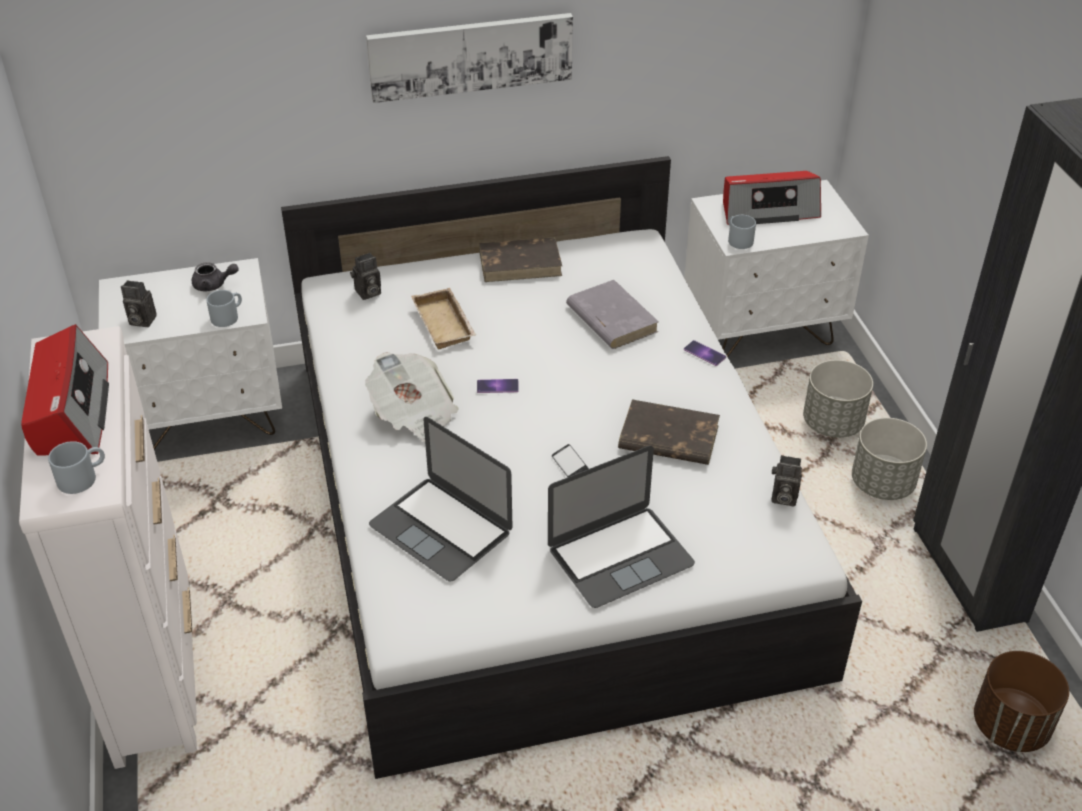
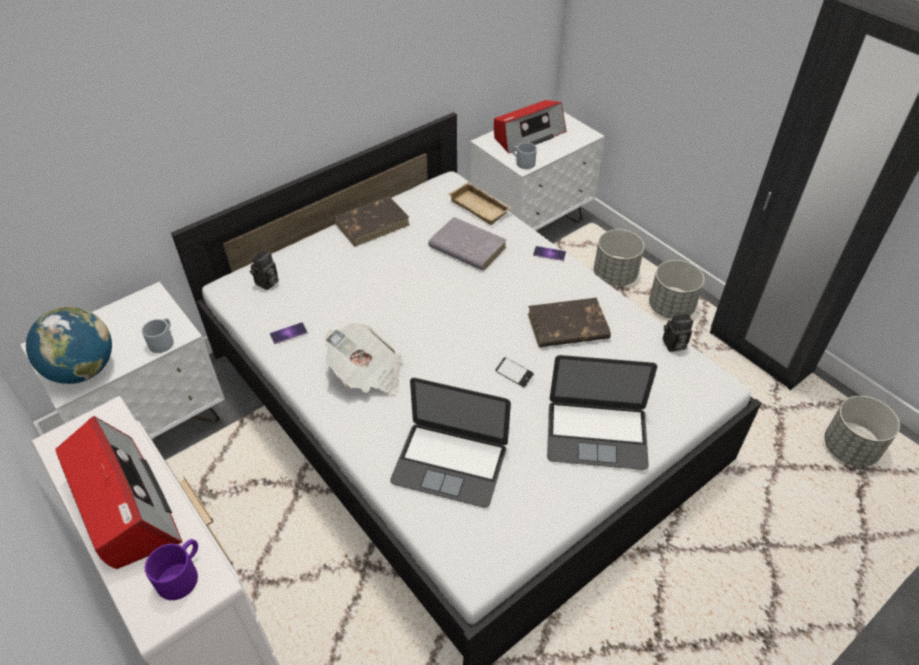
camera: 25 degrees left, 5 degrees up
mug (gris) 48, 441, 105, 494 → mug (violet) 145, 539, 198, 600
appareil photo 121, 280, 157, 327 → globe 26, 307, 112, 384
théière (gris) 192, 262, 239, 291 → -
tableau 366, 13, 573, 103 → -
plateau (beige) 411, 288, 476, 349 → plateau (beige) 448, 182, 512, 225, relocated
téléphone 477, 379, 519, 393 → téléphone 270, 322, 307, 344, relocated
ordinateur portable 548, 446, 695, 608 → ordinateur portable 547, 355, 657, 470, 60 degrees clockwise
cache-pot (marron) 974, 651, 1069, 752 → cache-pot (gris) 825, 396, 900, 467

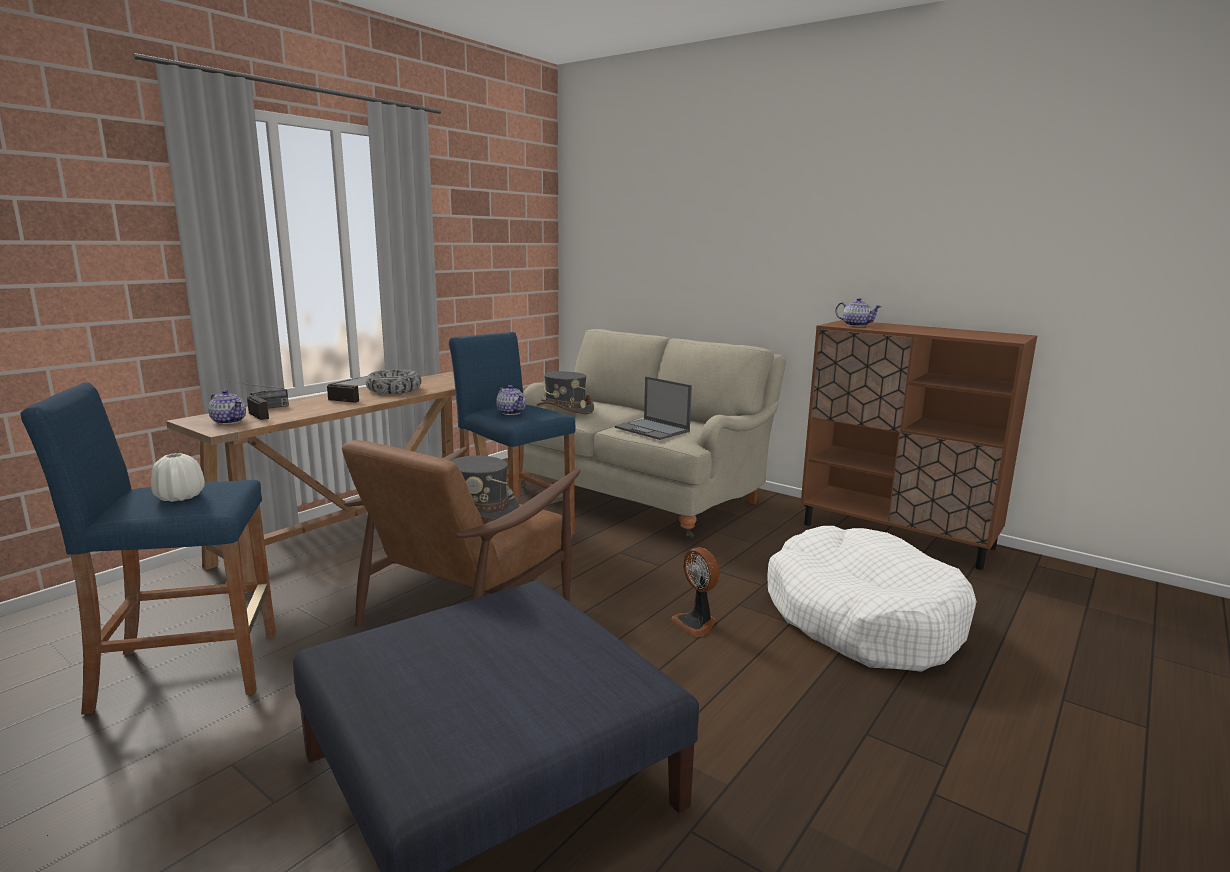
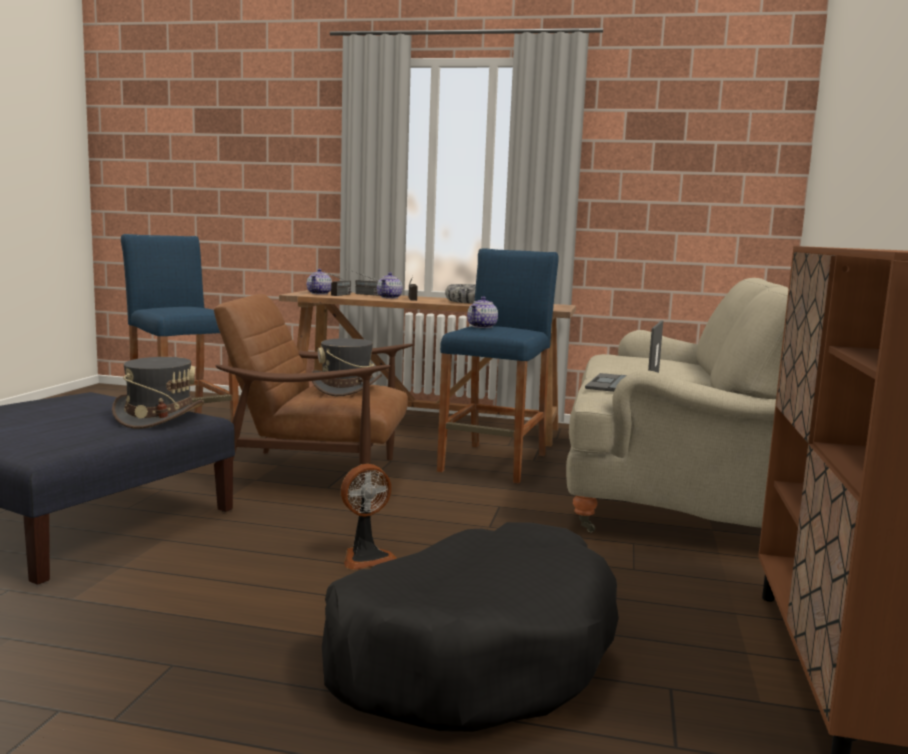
camera: 65 degrees right, 5 degrees down
vase (blanc) 151, 453, 205, 502 → -
chapeau (gris) 537, 371, 594, 414 → chapeau (gris) 112, 357, 204, 429, relocated
ventilateur 670, 548, 720, 637 → ventilateur 341, 464, 397, 570, 150 degrees counterclockwise
panier pour chien (blanc) 767, 526, 977, 672 → panier pour chien (noir) 322, 522, 619, 732
théière 835, 298, 882, 327 → théière 377, 272, 403, 299, relocated

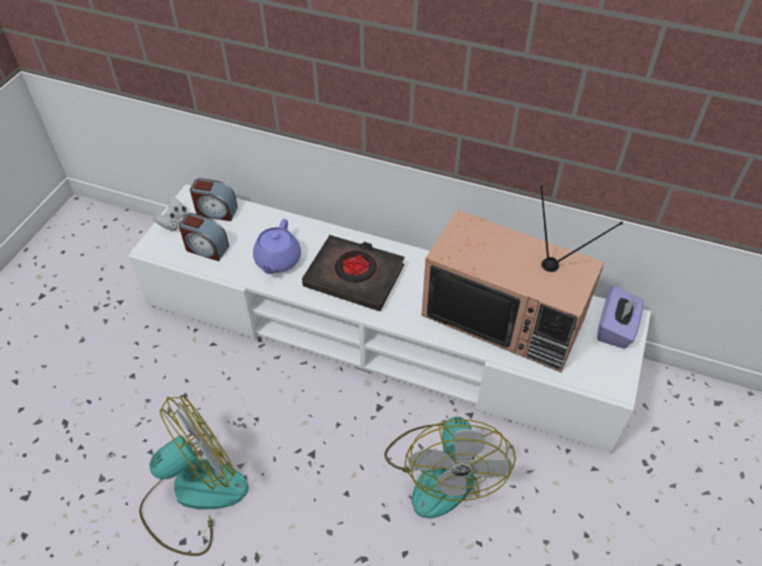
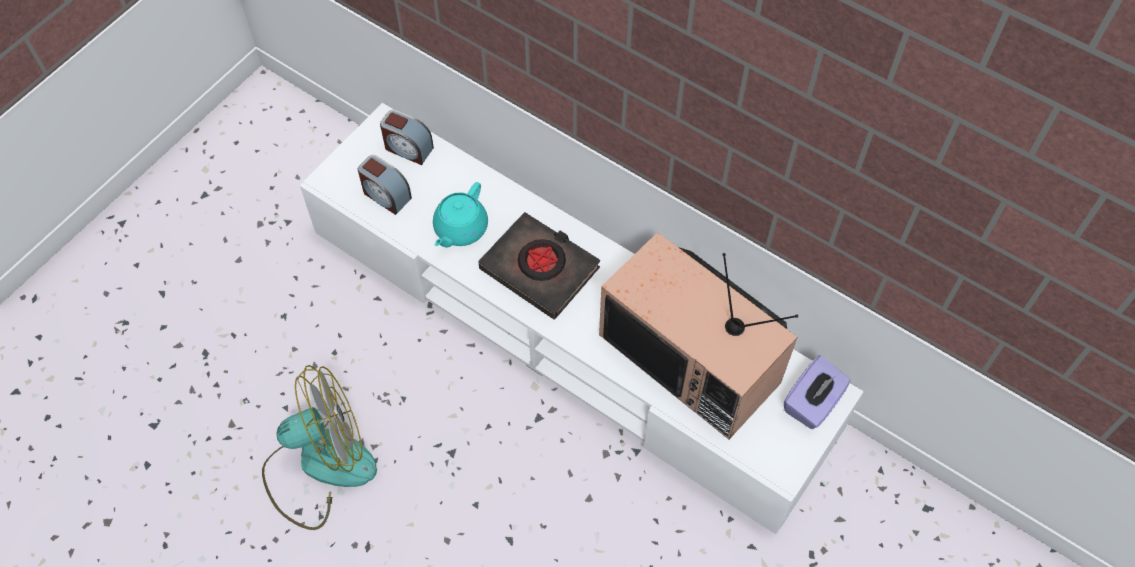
camera: 15 degrees right, 10 degrees up
manette (blanc) 153, 195, 187, 231 → -
théière (violet) 253, 219, 301, 274 → théière (turquoise) 433, 182, 488, 248
ventilateur 384, 417, 516, 519 → -

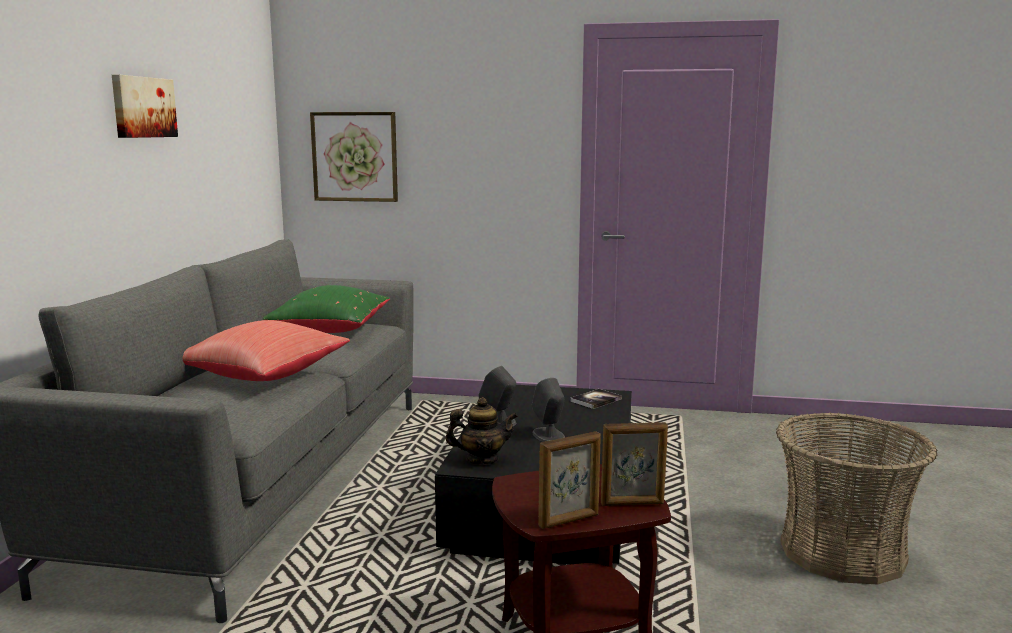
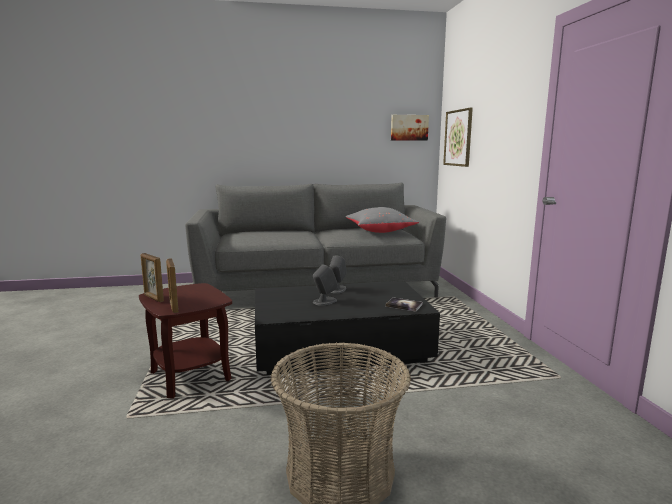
camera: 70 degrees right, 0 degrees up
tableau 112, 75, 178, 138 → tableau 391, 115, 429, 141, relocated
coussin (rouge) 183, 320, 350, 381 → -
coussin (vert) 263, 285, 390, 333 → coussin (gris) 346, 207, 419, 233
théière 446, 397, 518, 465 → -

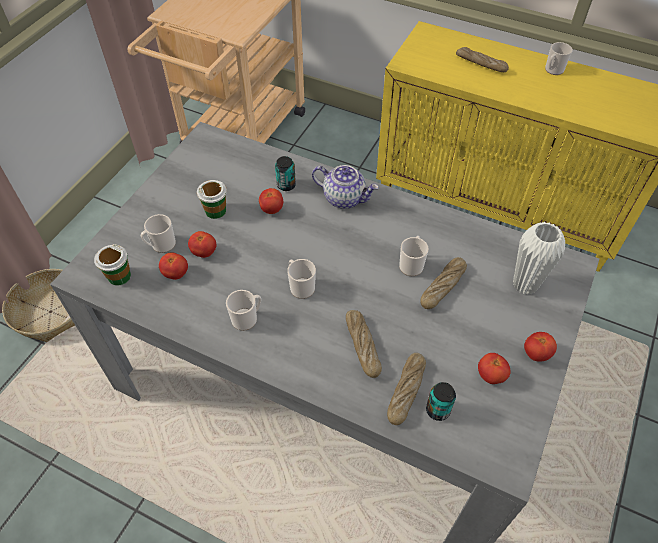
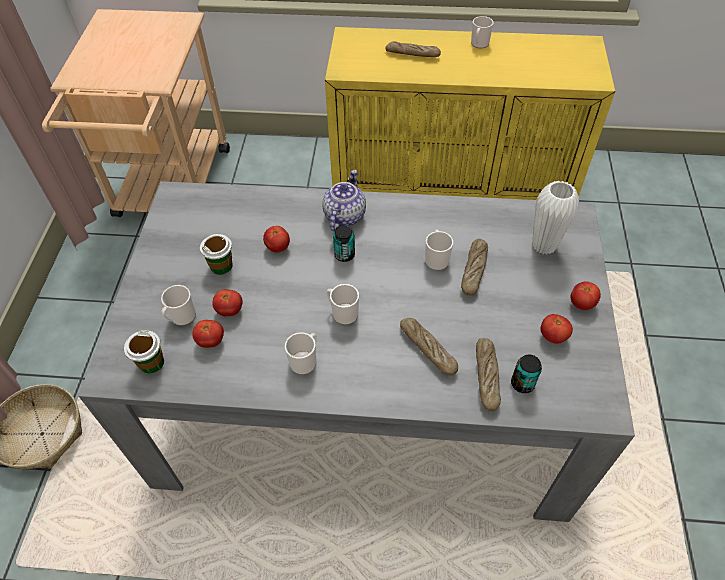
camera: 20 degrees left, 0 degrees up
boîte métallique 275, 156, 296, 191 → boîte métallique 333, 225, 355, 262, relocated
théière 312, 165, 379, 209 → théière 322, 170, 366, 231, 75 degrees counterclockwise

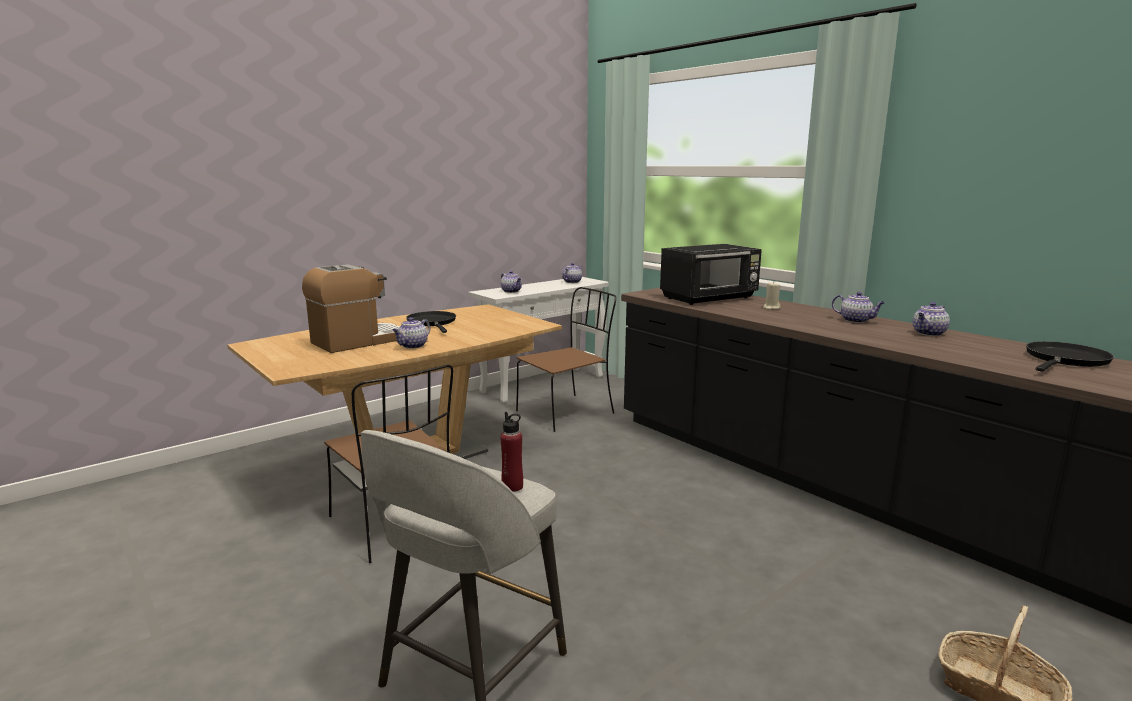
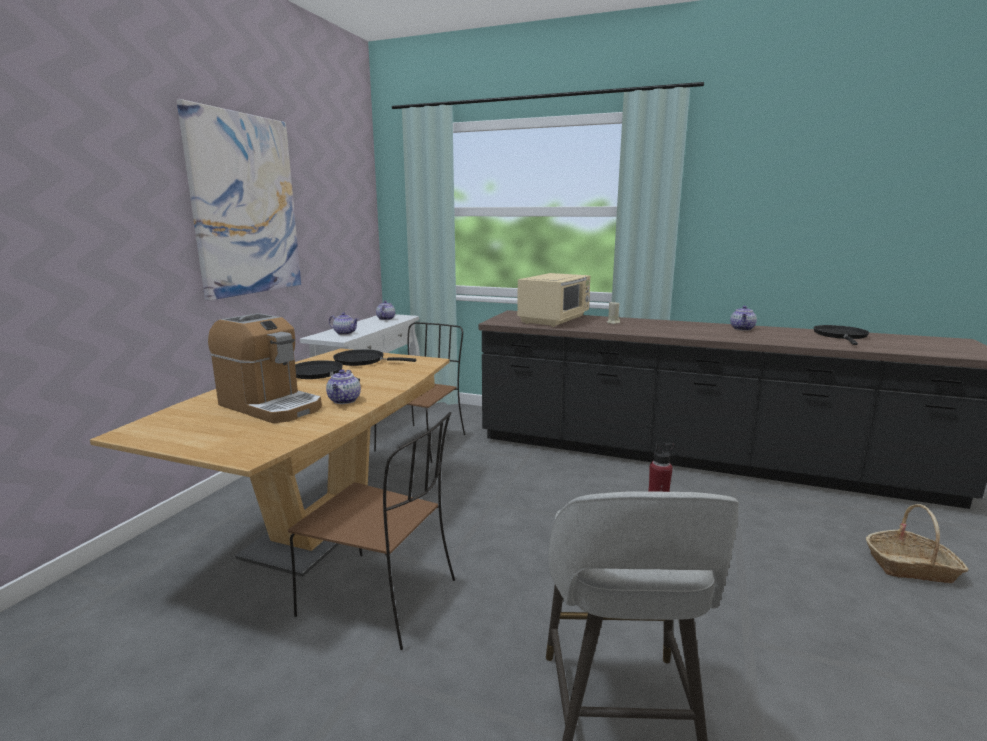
camera: 30 degrees left, 0 degrees up
machine à café 302, 264, 400, 353 → machine à café 208, 313, 322, 423, 105 degrees clockwise
micro-ondes (noir) 660, 244, 762, 305 → micro-ondes (beige) 517, 273, 590, 327
théière 832, 292, 885, 323 → -
- → tableau 177, 99, 301, 300
- → poêle (noir) 333, 349, 417, 366

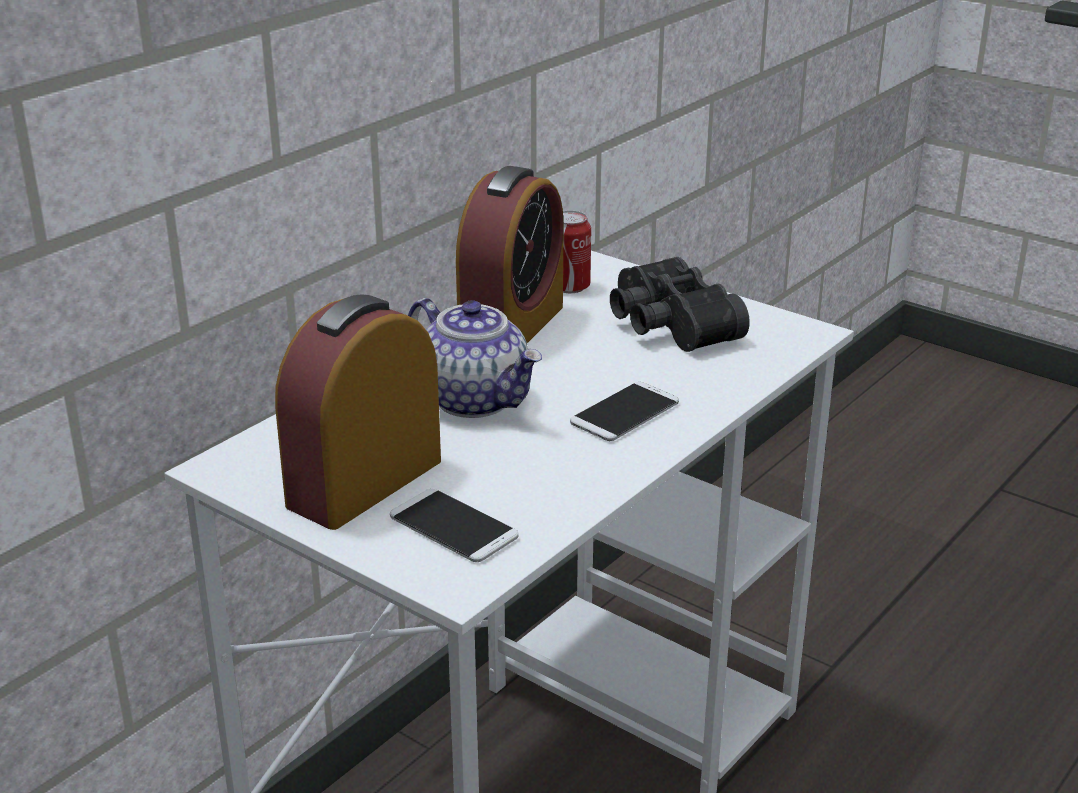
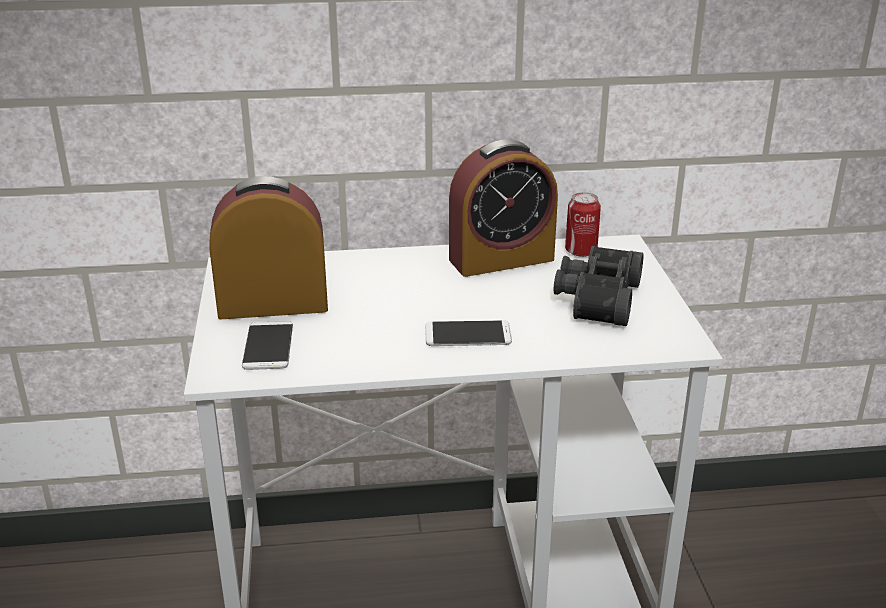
camera: 45 degrees right, 0 degrees up
théière 408, 298, 542, 418 → -

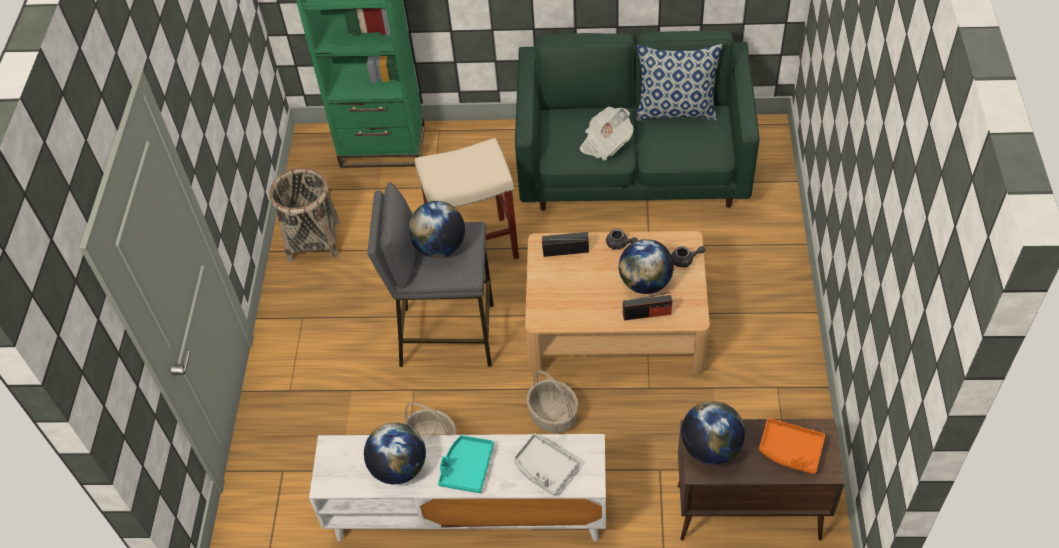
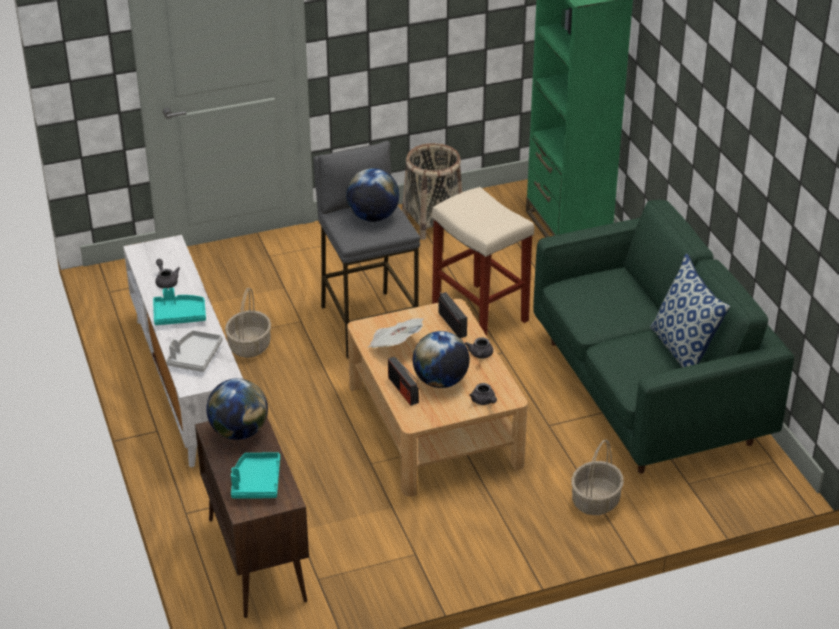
camera: 65 degrees right, 15 degrees down
globe 364, 422, 426, 484 → théière (gris) 155, 259, 180, 288
panier 526, 370, 578, 433 → panier 571, 440, 624, 515, relocated
journal 580, 107, 633, 160 → journal 367, 318, 424, 348, relocated
plateau (orange) 759, 418, 825, 474 → plateau (turquoise) 231, 452, 280, 499

